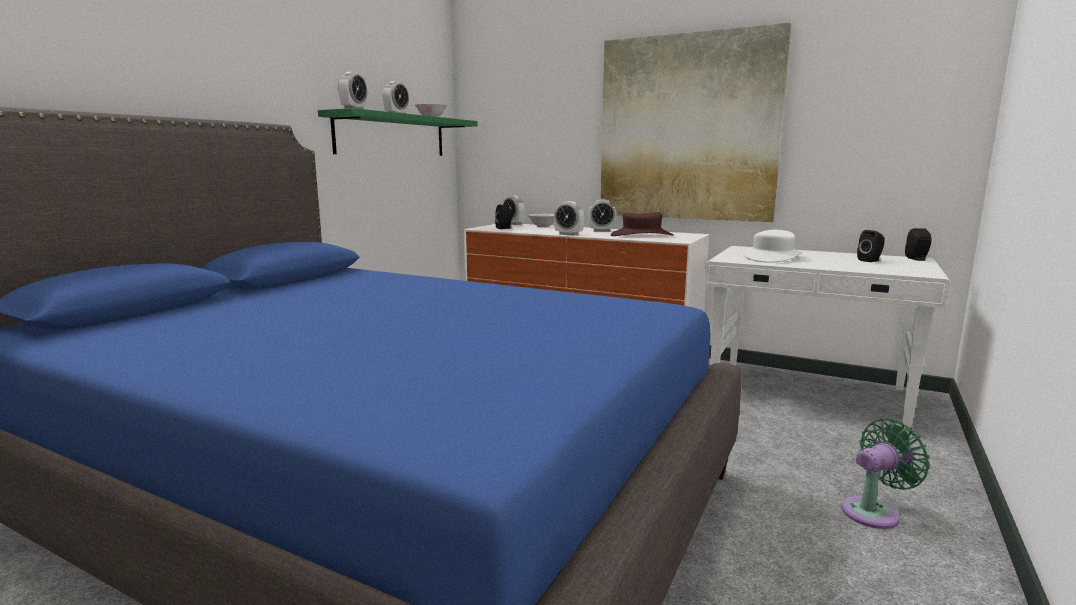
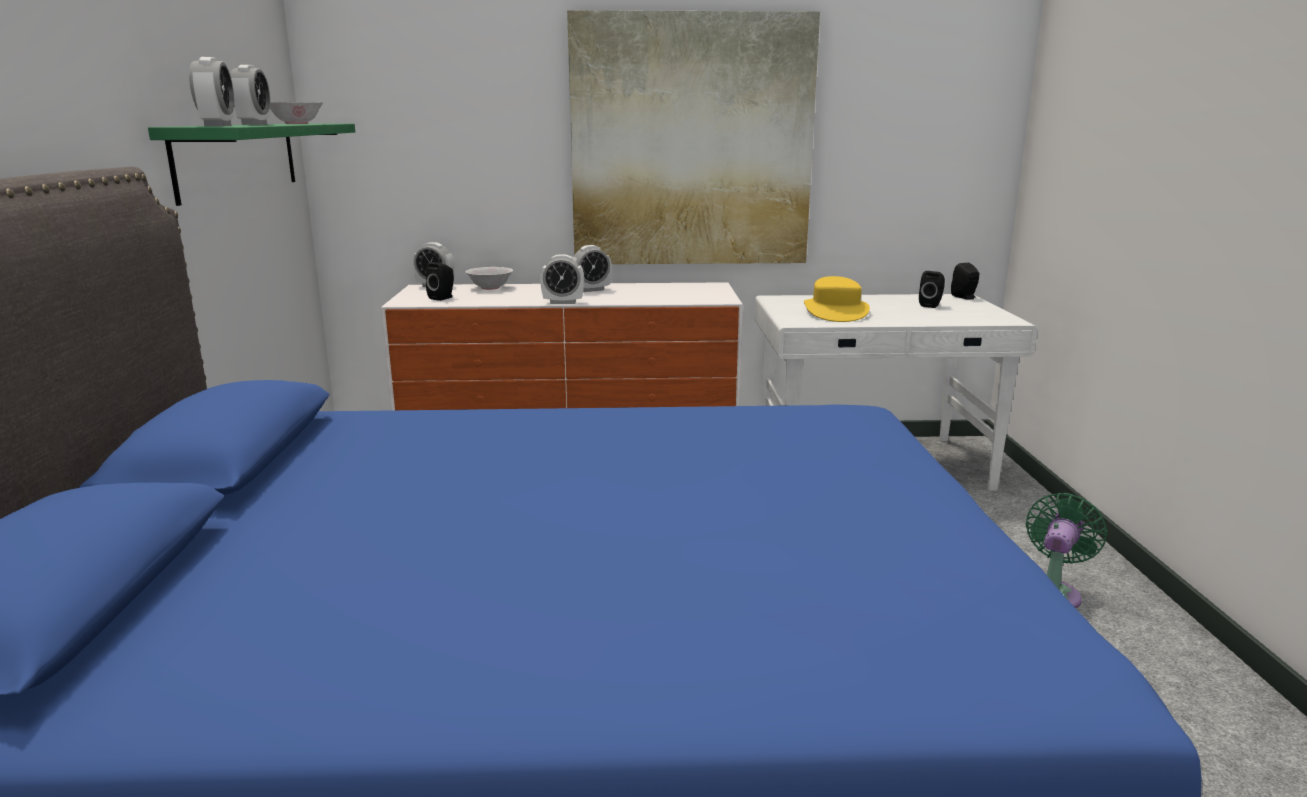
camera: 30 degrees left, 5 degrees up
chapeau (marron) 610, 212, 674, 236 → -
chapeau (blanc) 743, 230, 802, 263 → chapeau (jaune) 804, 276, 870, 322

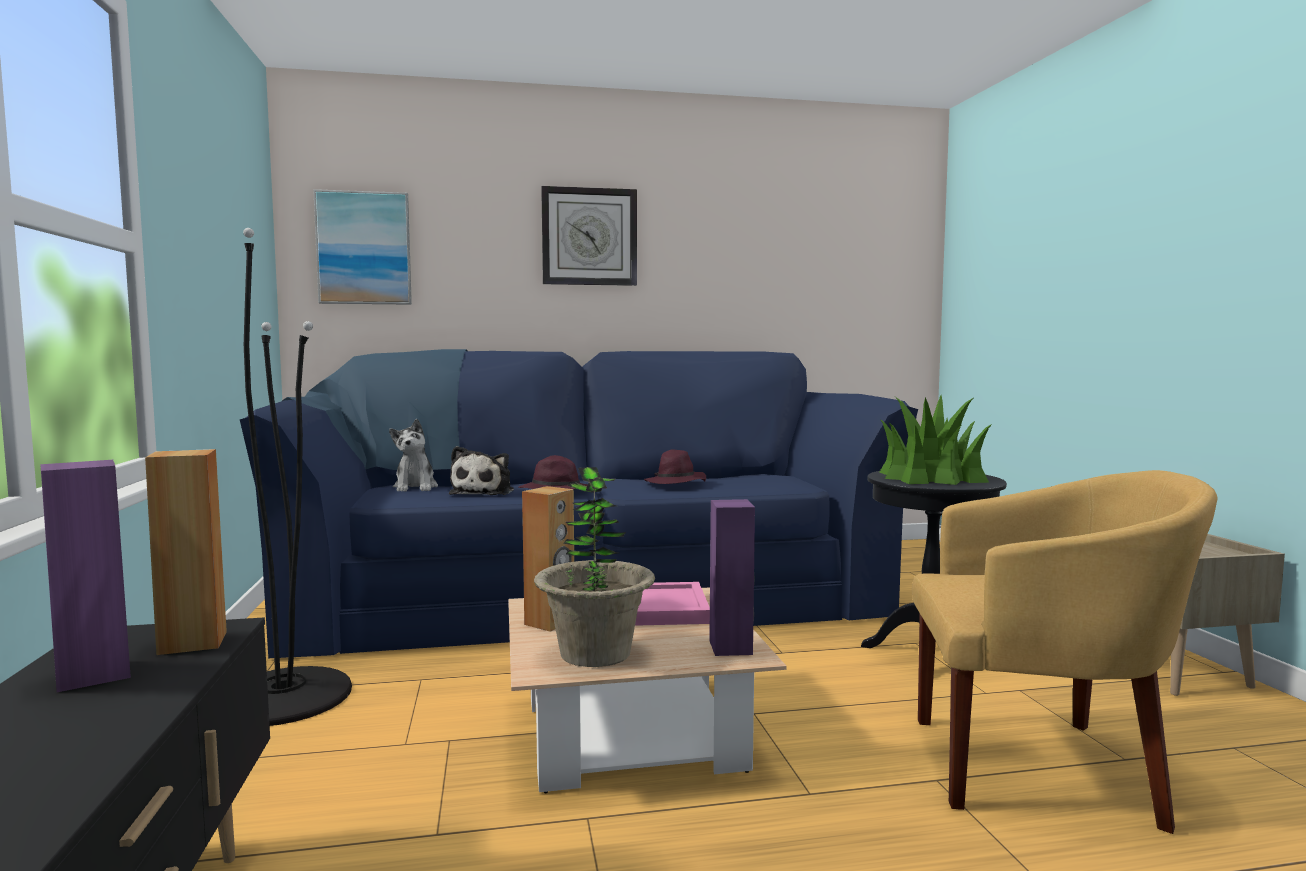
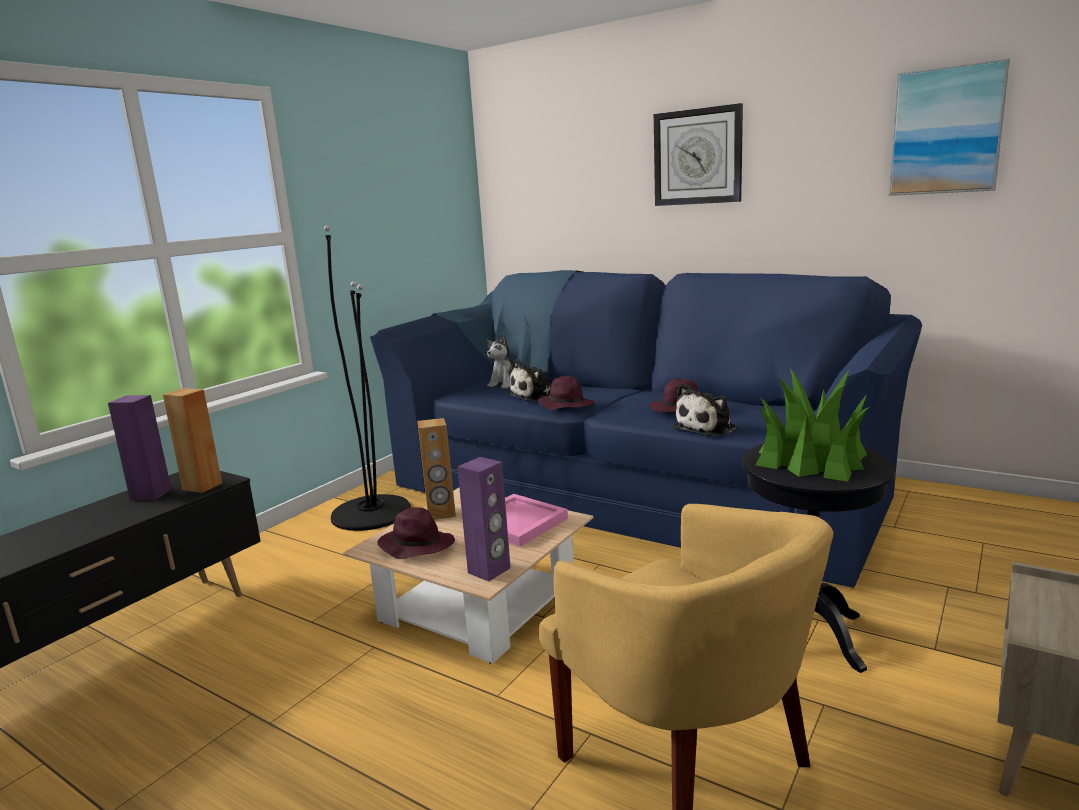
camera: 45 degrees right, 10 degrees up
tableau 313, 189, 412, 305 → tableau 888, 58, 1010, 196, relocated
plante en pot 534, 467, 655, 667 → chapeau (violet) 377, 507, 455, 559
- → peluche 673, 383, 736, 436

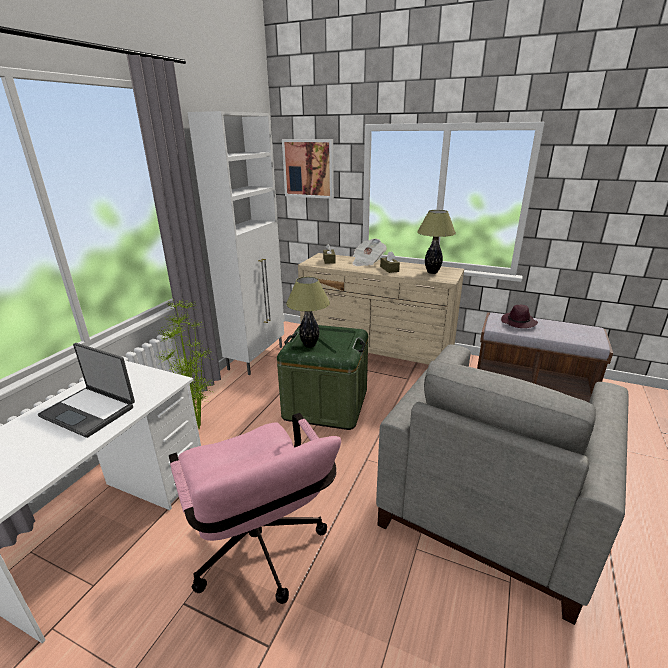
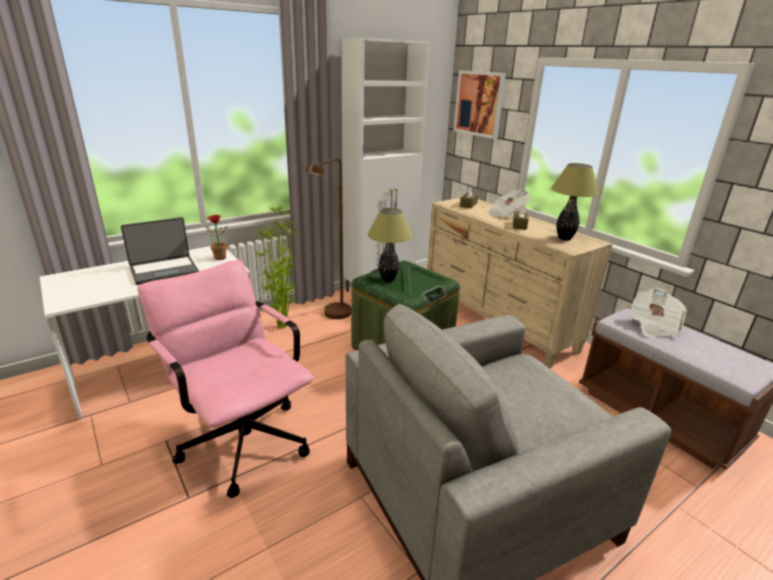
camera: 30 degrees right, 0 degrees up
ordinateur portable 38, 343, 135, 438 → ordinateur portable 121, 217, 199, 285, 90 degrees counterclockwise
chaise de bureau (rose) 169, 413, 341, 604 → chaise de bureau (rose) 137, 260, 314, 498, 135 degrees clockwise
chapeau (violet) 501, 305, 538, 328 → journal 630, 288, 687, 337
- → plante en pot 205, 215, 228, 260
- → lampadaire (marron) 306, 159, 351, 319

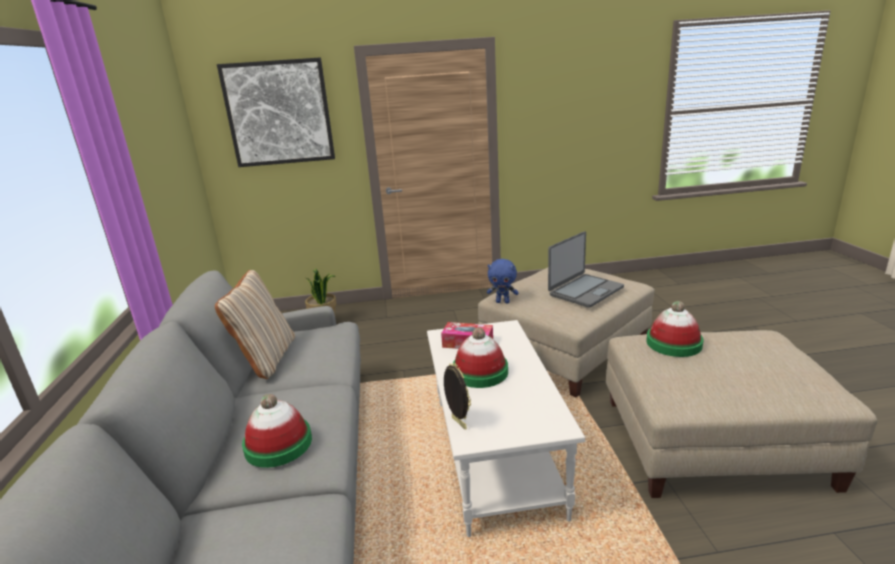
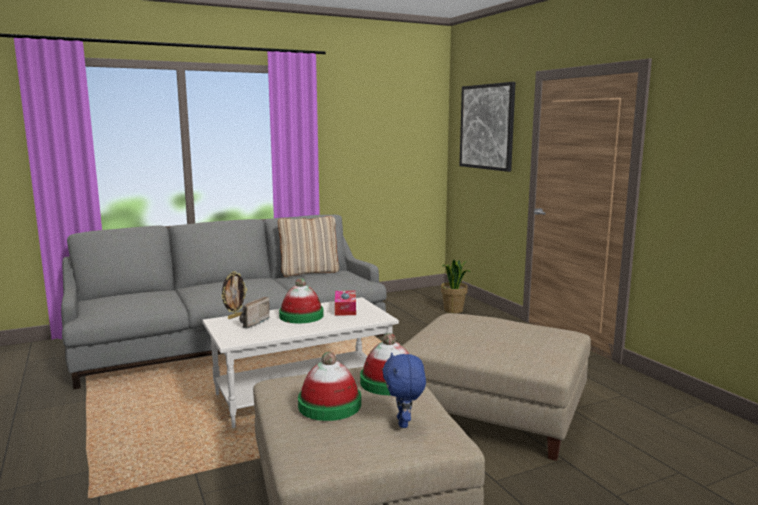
camera: 70 degrees right, 10 degrees down
chapeau 242, 394, 312, 468 → chapeau 298, 352, 361, 421, relocated
peluche (bleu) 487, 259, 519, 303 → peluche (bleu) 383, 353, 426, 428, relocated
ordinateur portable 548, 231, 624, 308 → -
- → radio 239, 297, 270, 329

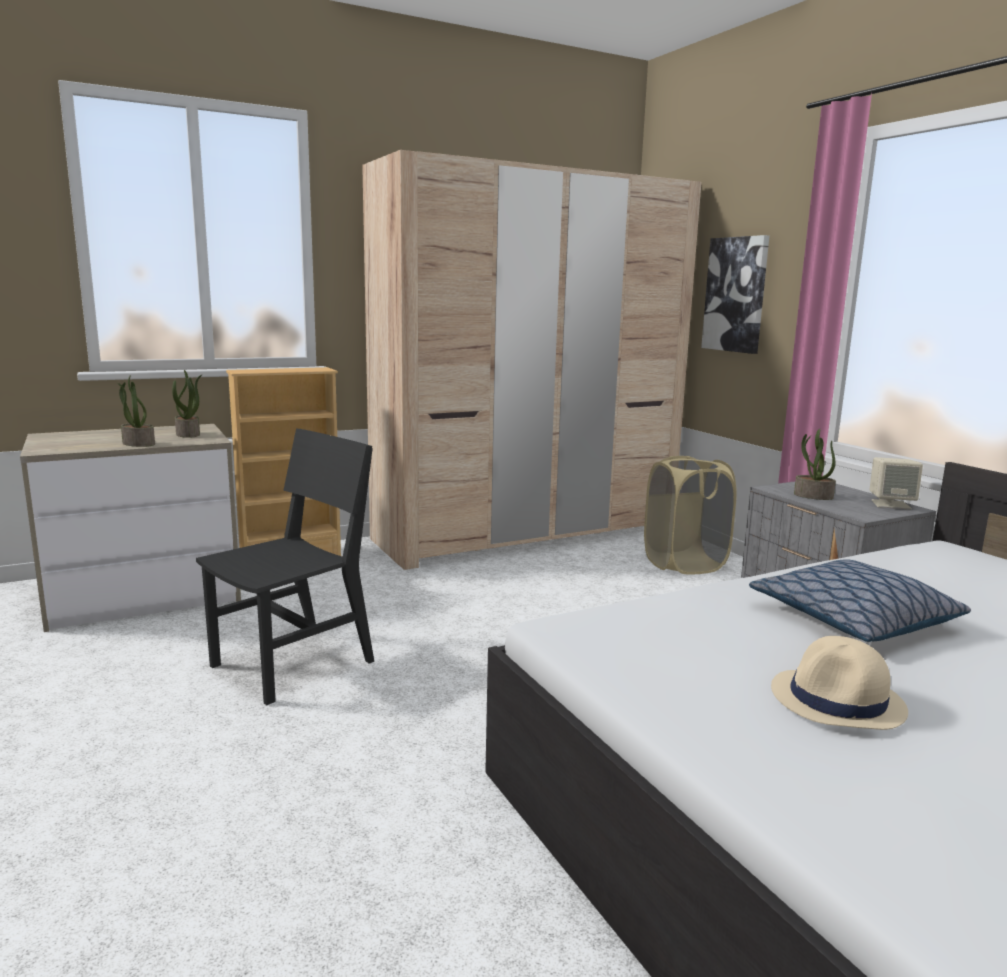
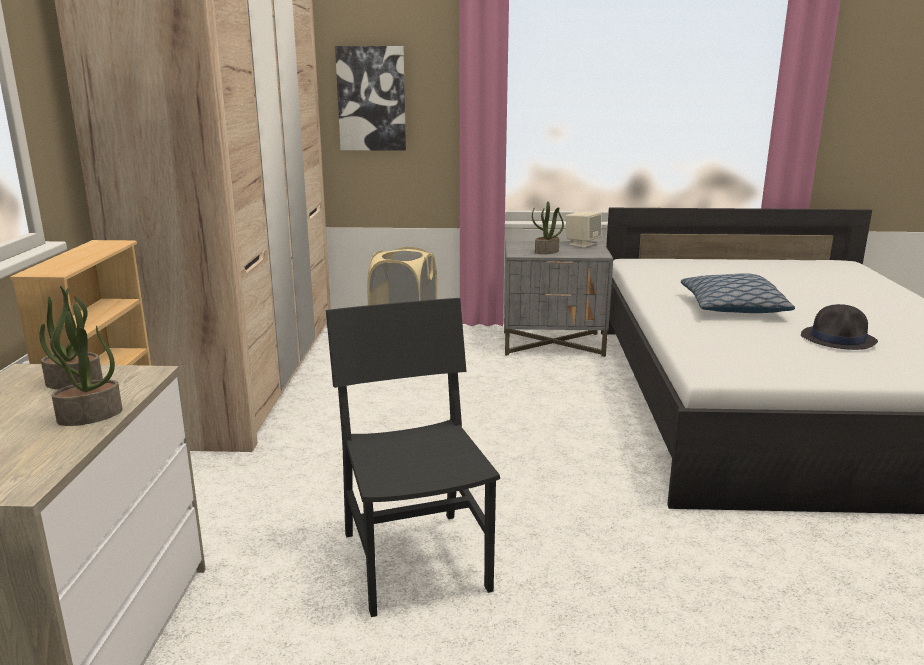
camera: 60 degrees left, 5 degrees up
chapeau (beige) 771, 636, 908, 730 → chapeau (noir) 801, 304, 878, 350

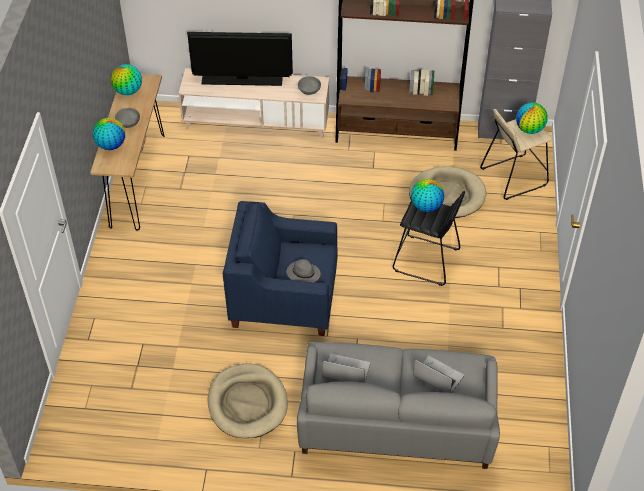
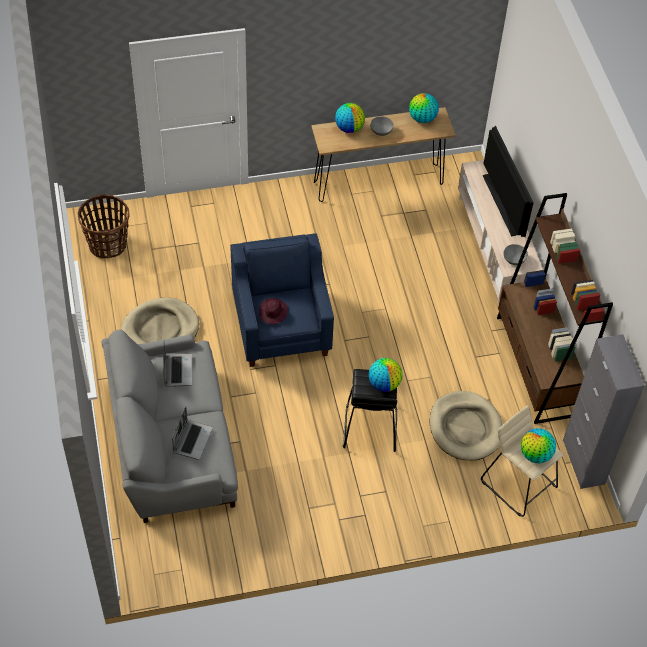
camera: 70 degrees right, 5 degrees up
chapeau (gris) 286, 259, 321, 282 → chapeau (violet) 259, 298, 288, 324
- → panier 78, 195, 129, 258

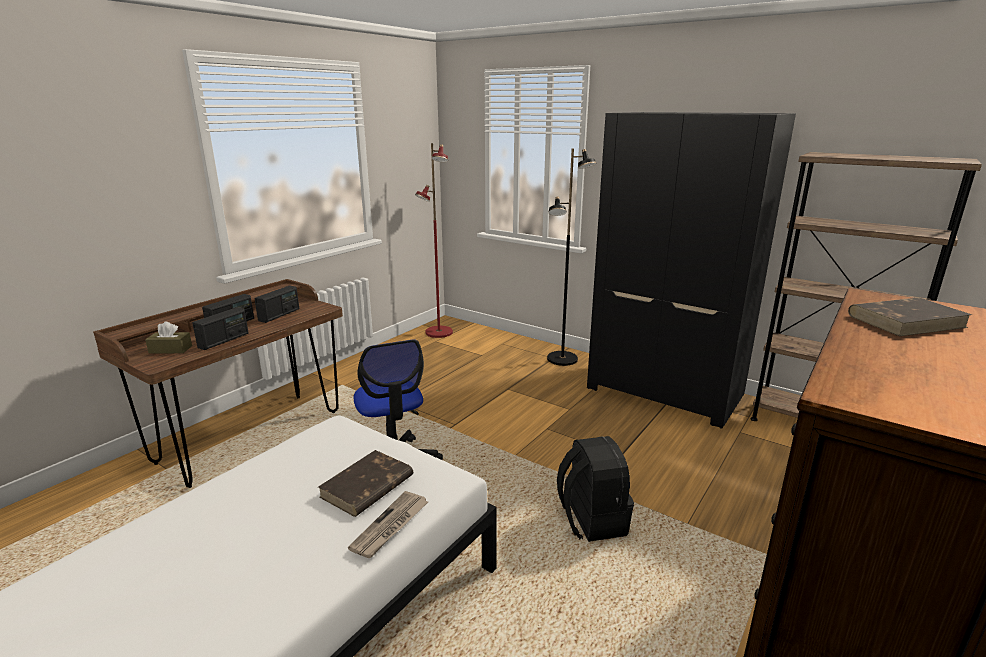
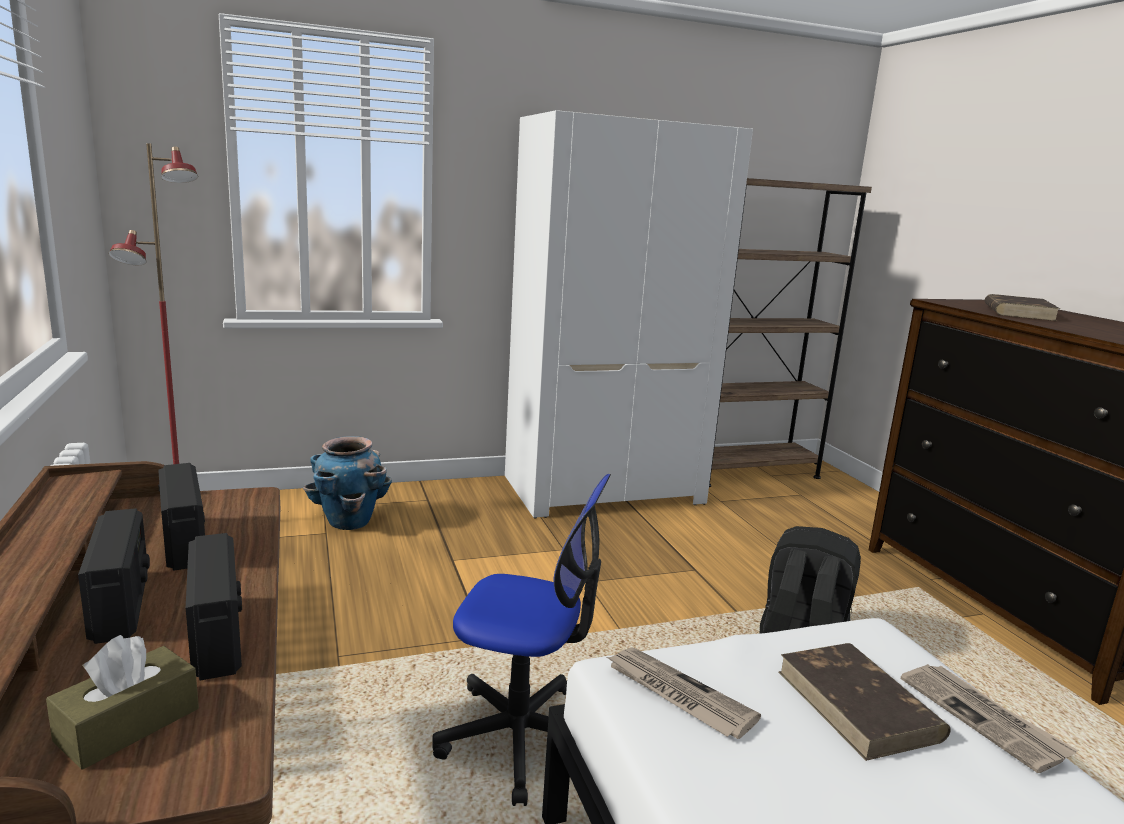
camera: 55 degrees left, 5 degrees down
lampadaire (noir) 547, 148, 597, 366 → -
armoire (noir) 587, 112, 796, 429 → armoire (blanc) 505, 110, 753, 519
- → cache-pot 303, 436, 392, 530
- → journal 607, 648, 761, 739

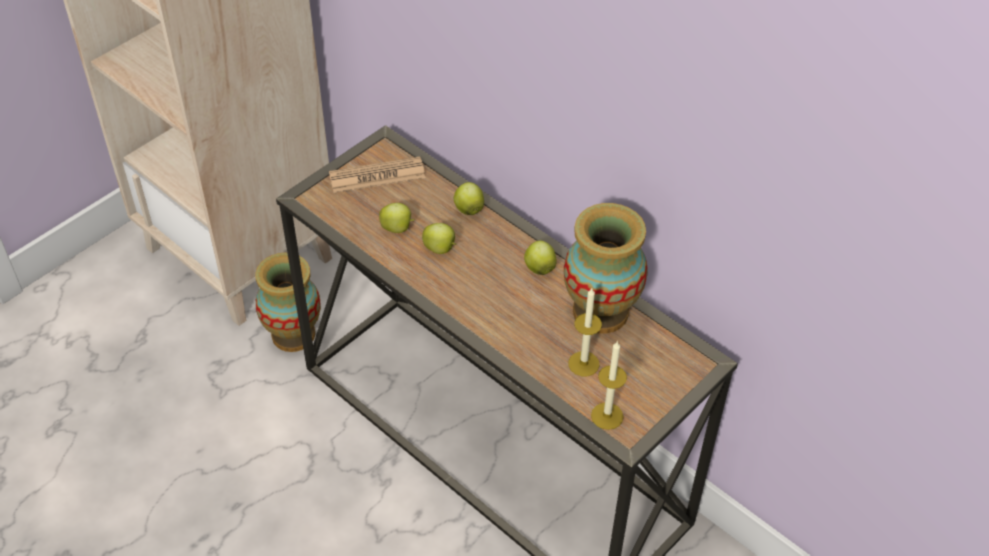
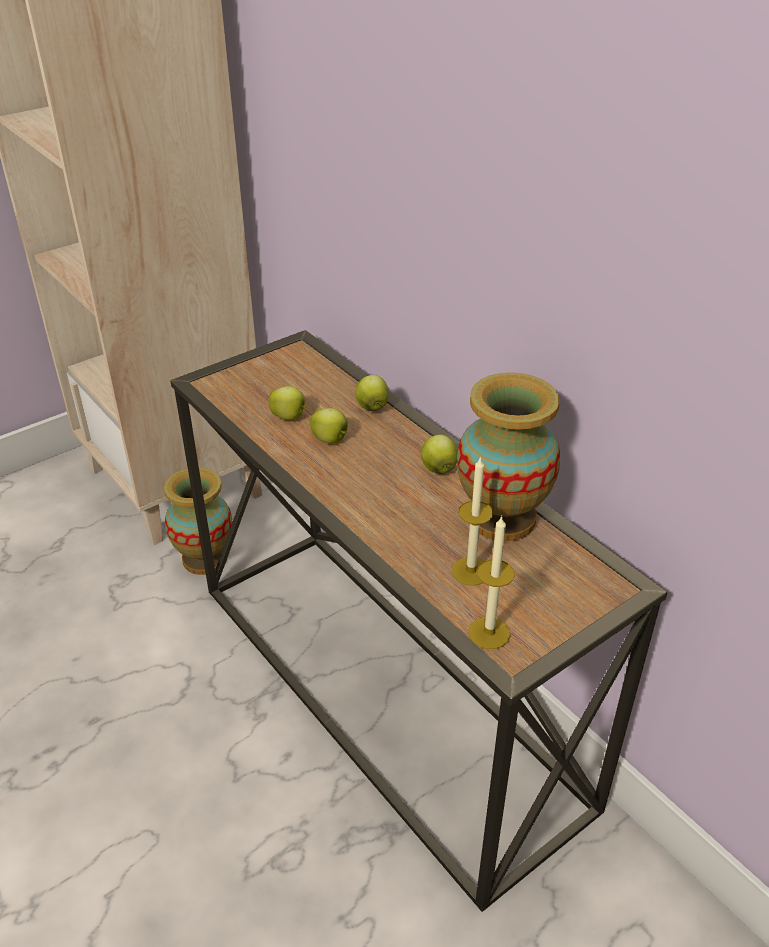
camera: 10 degrees right, 10 degrees down
journal 329, 156, 426, 193 → -

